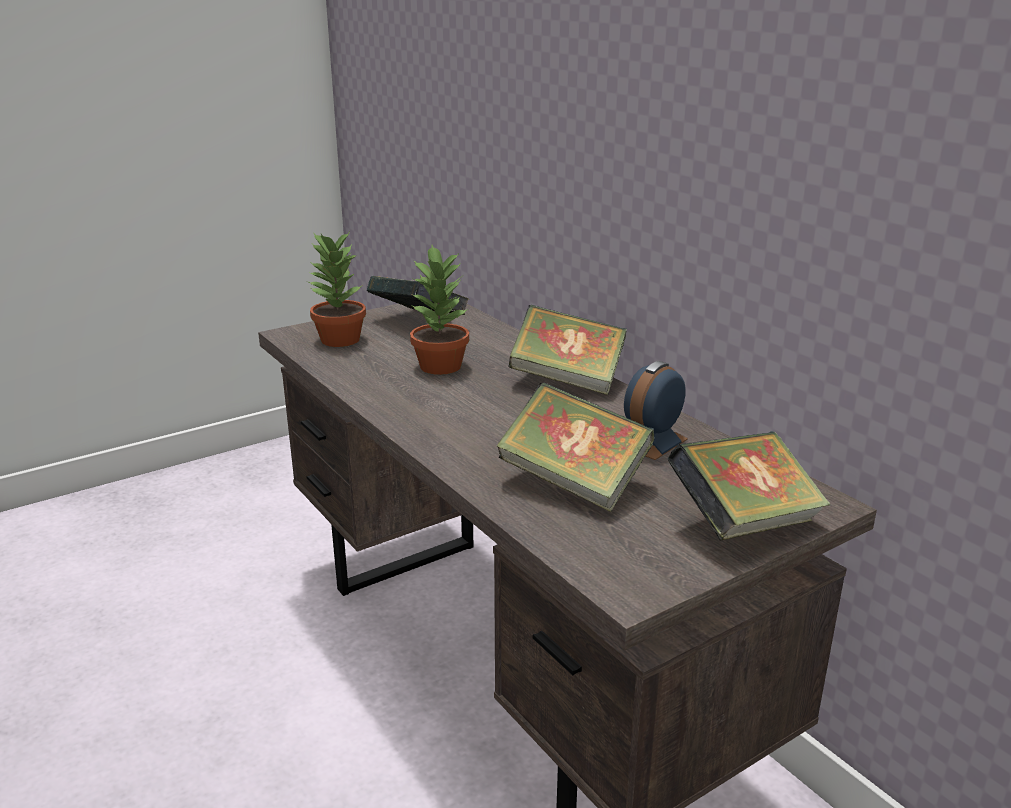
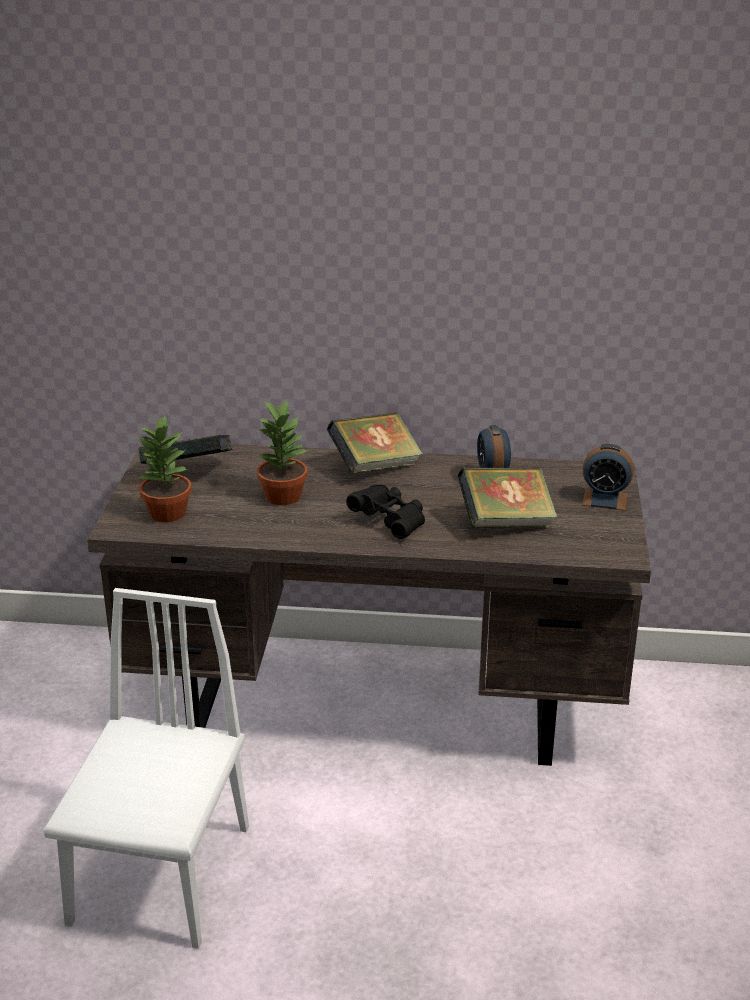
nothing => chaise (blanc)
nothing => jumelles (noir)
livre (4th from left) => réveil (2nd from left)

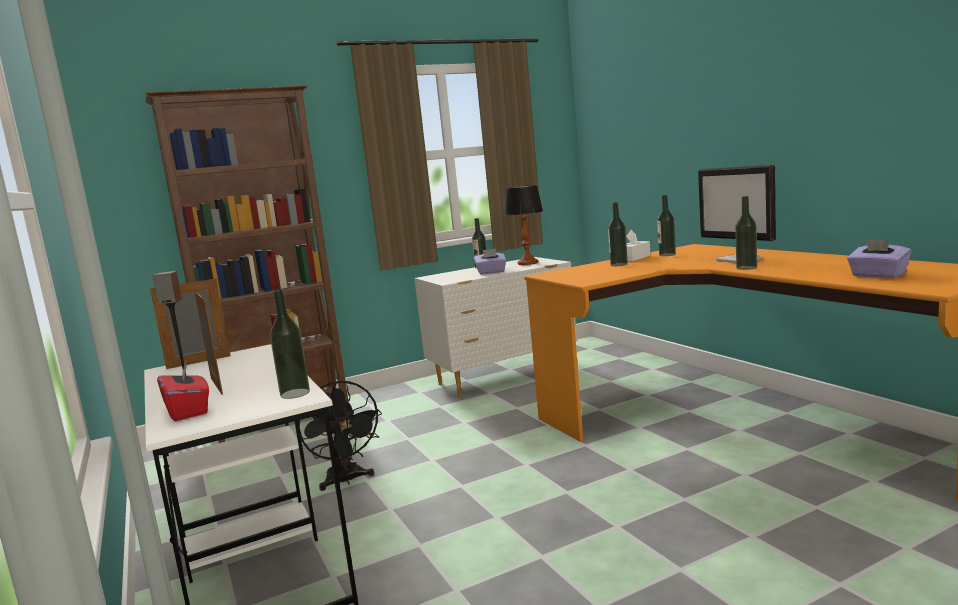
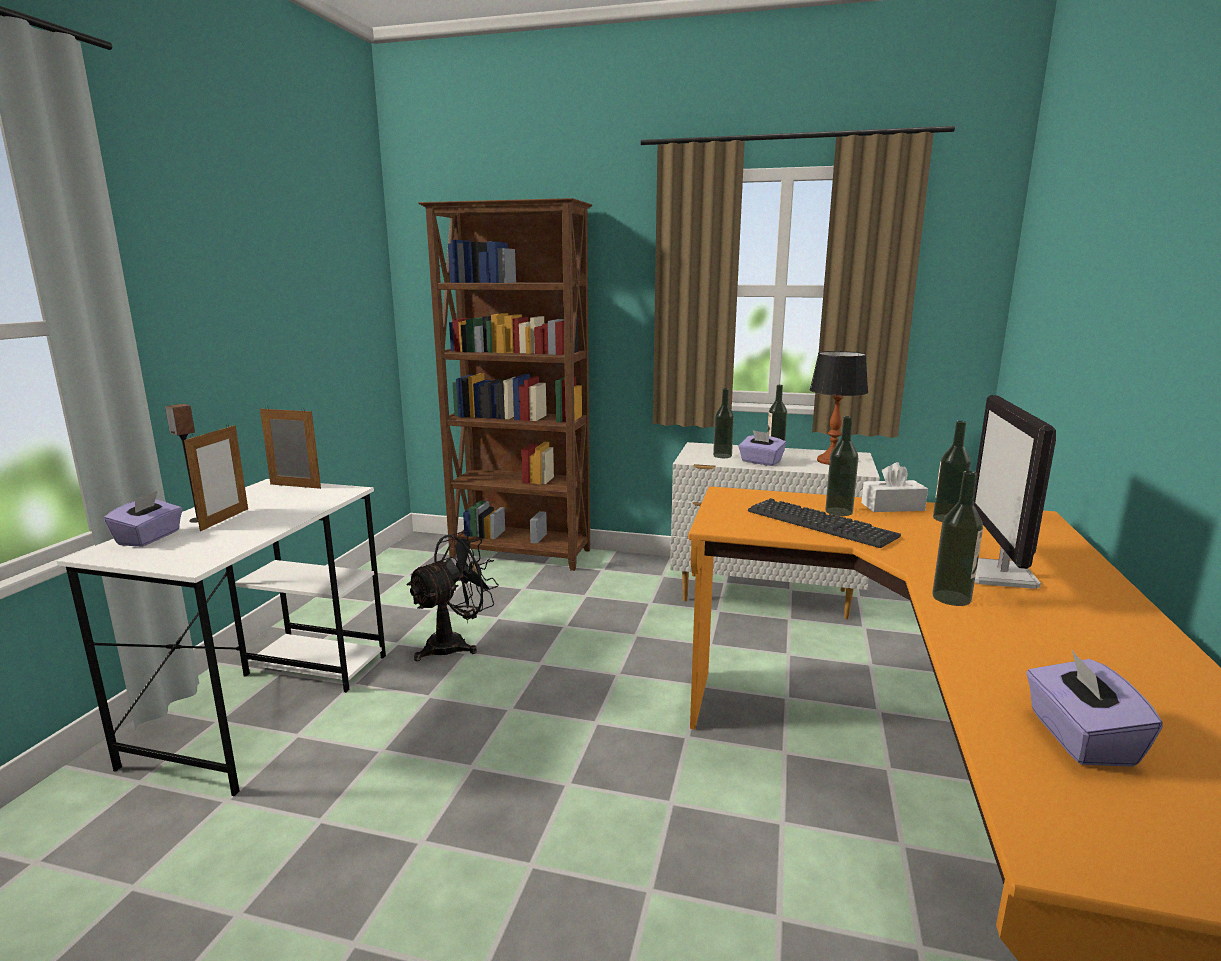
nothing => clavier
bouteille (1st from left), move
boîte à mouchoirs (rouge) => boîte à mouchoirs (violet) (1st from left)
ventilateur (noir), 150 degrees counterclockwise

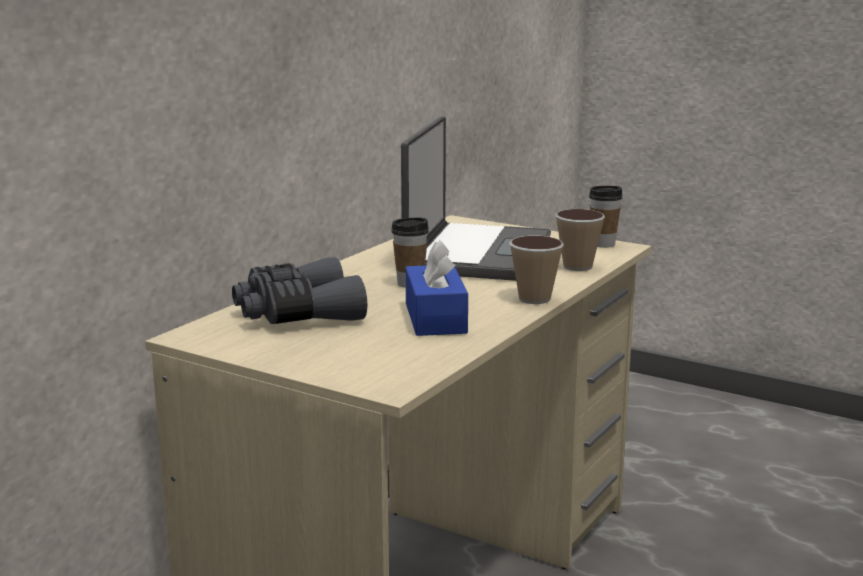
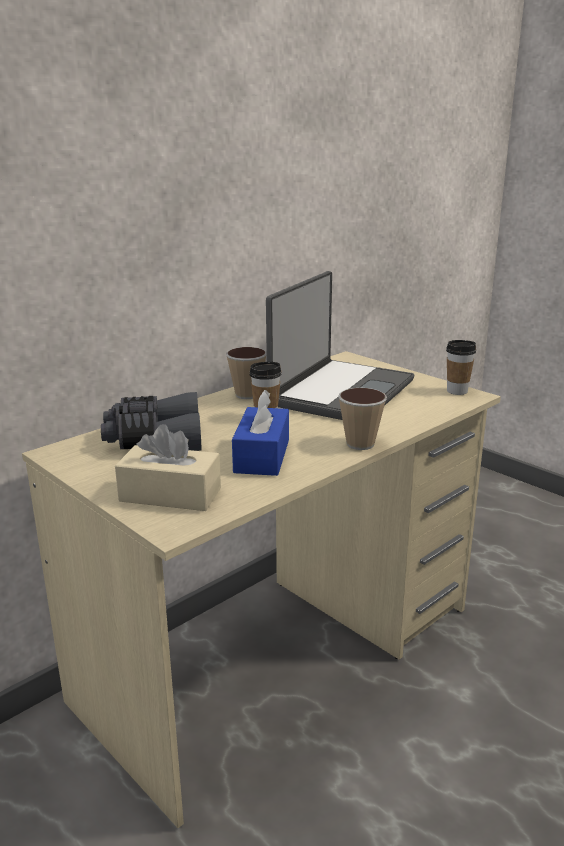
nothing => boîte à mouchoirs (beige)
tasse (3rd from left in the first image) => tasse (1st from left), move

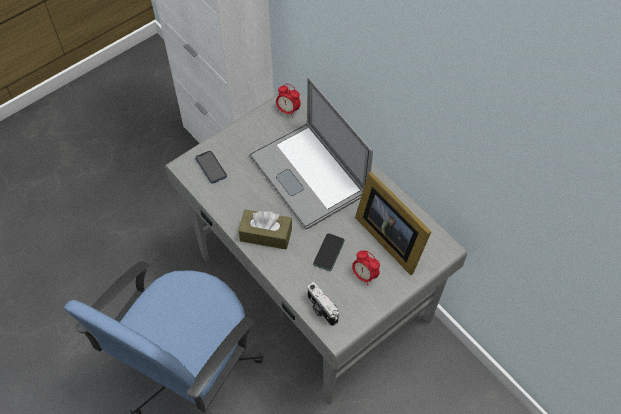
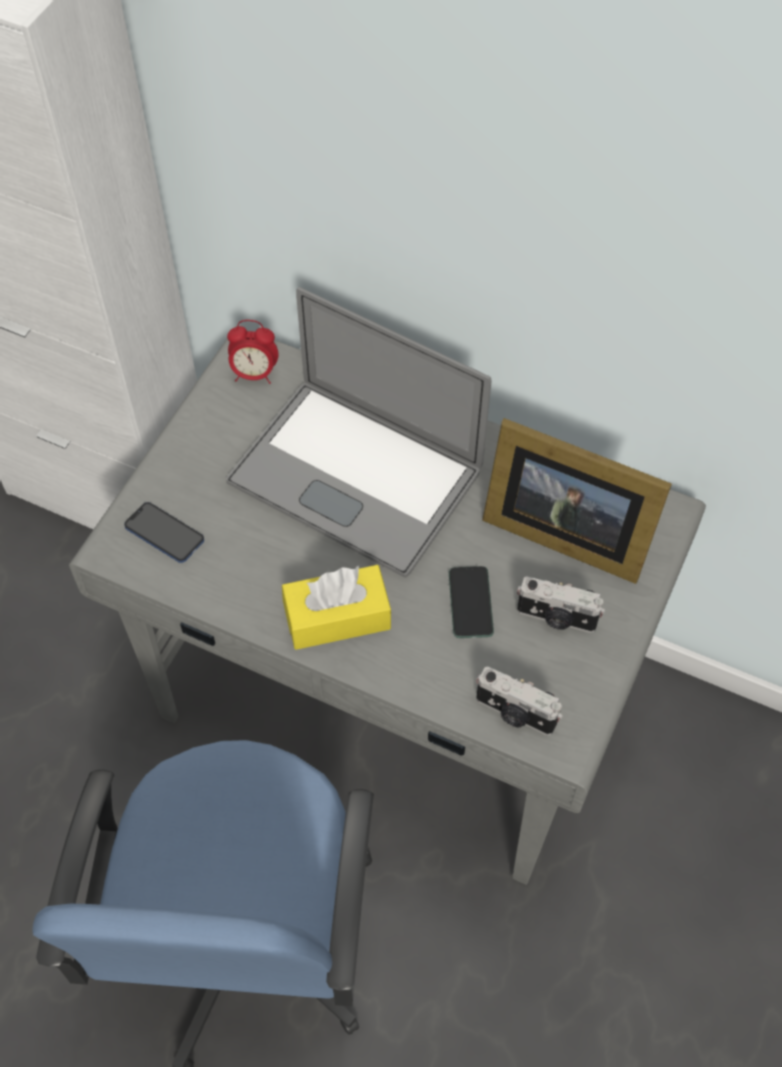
réveil (2nd from left) => appareil photo (2nd from left)
boîte à mouchoirs (marron) => boîte à mouchoirs (jaune)

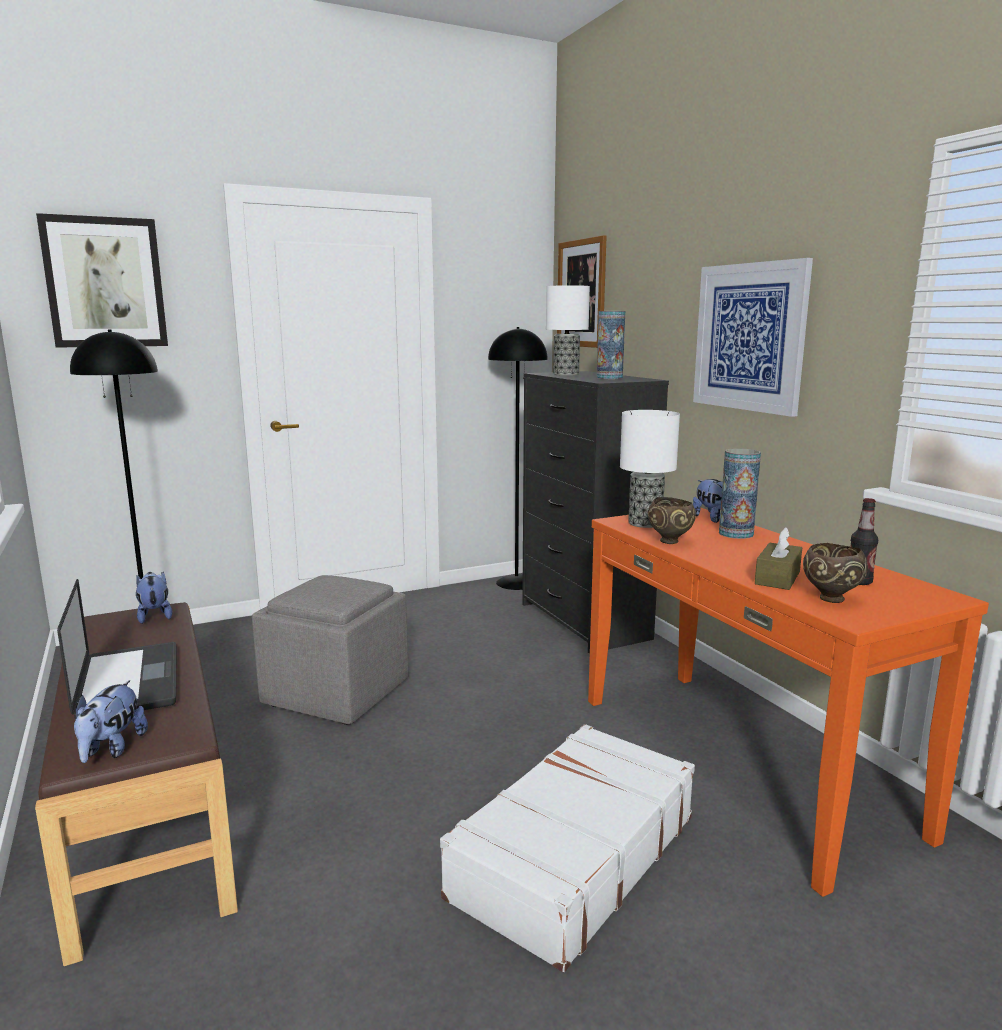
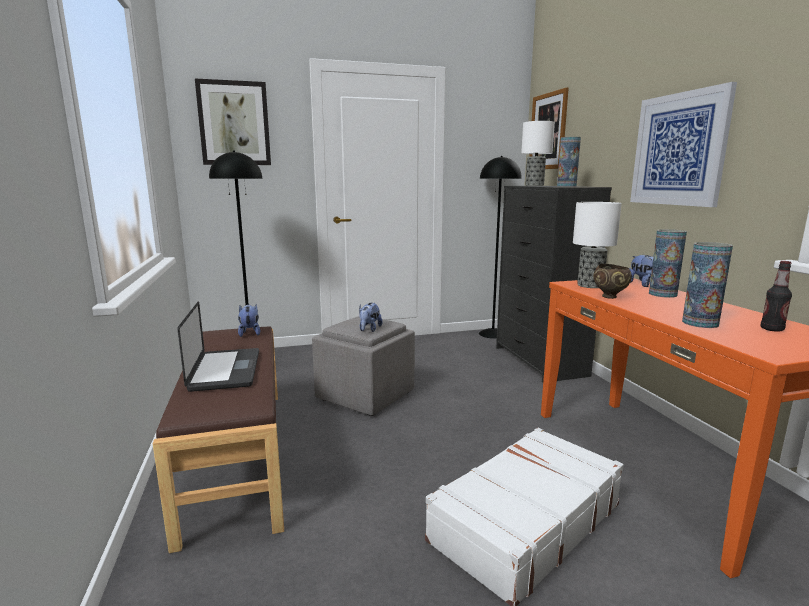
bol (marron) (2nd from left) => nothing
peluche (1st from left in the first image) => peluche (2nd from left), move
boîte à mouchoirs (marron) => vase (3rd from left)

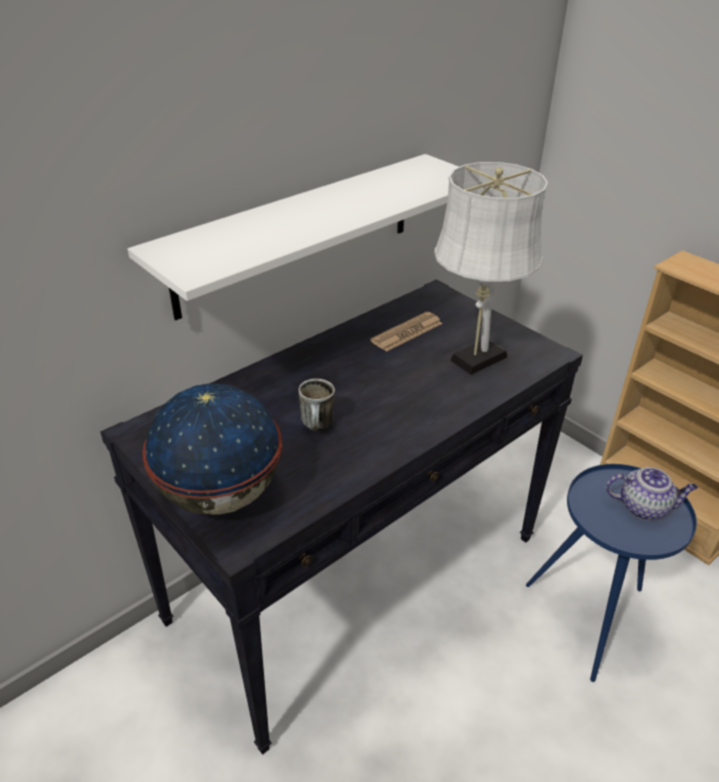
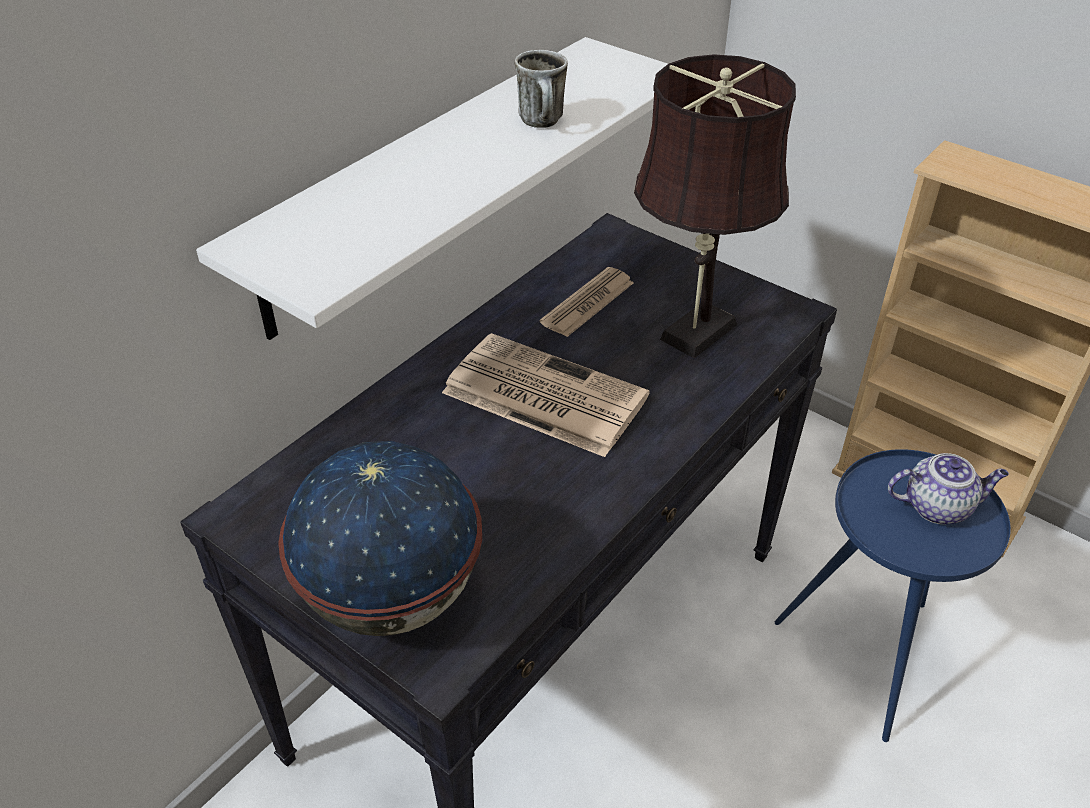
nothing => journal (1st from left)
mug, move
lampe de table (blanc) => lampe de table (marron)

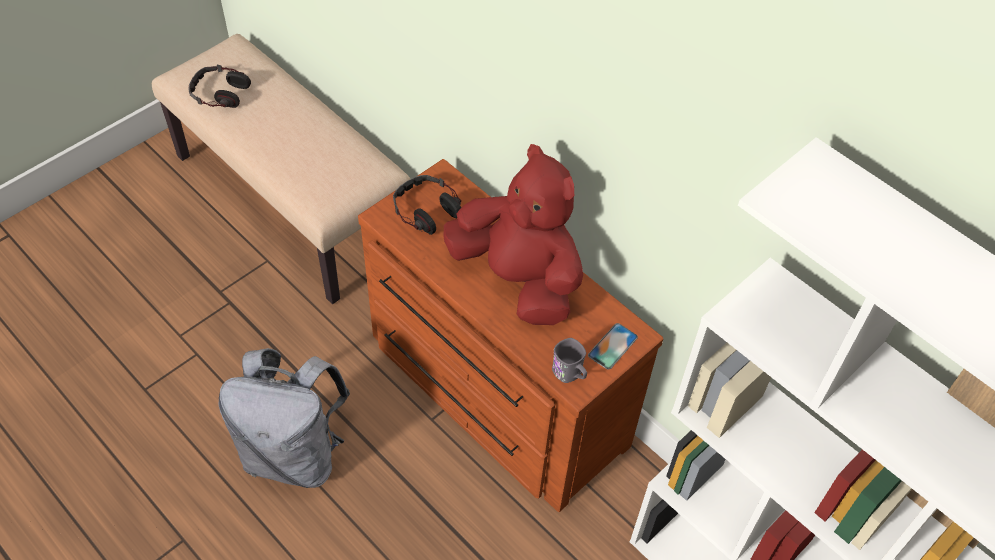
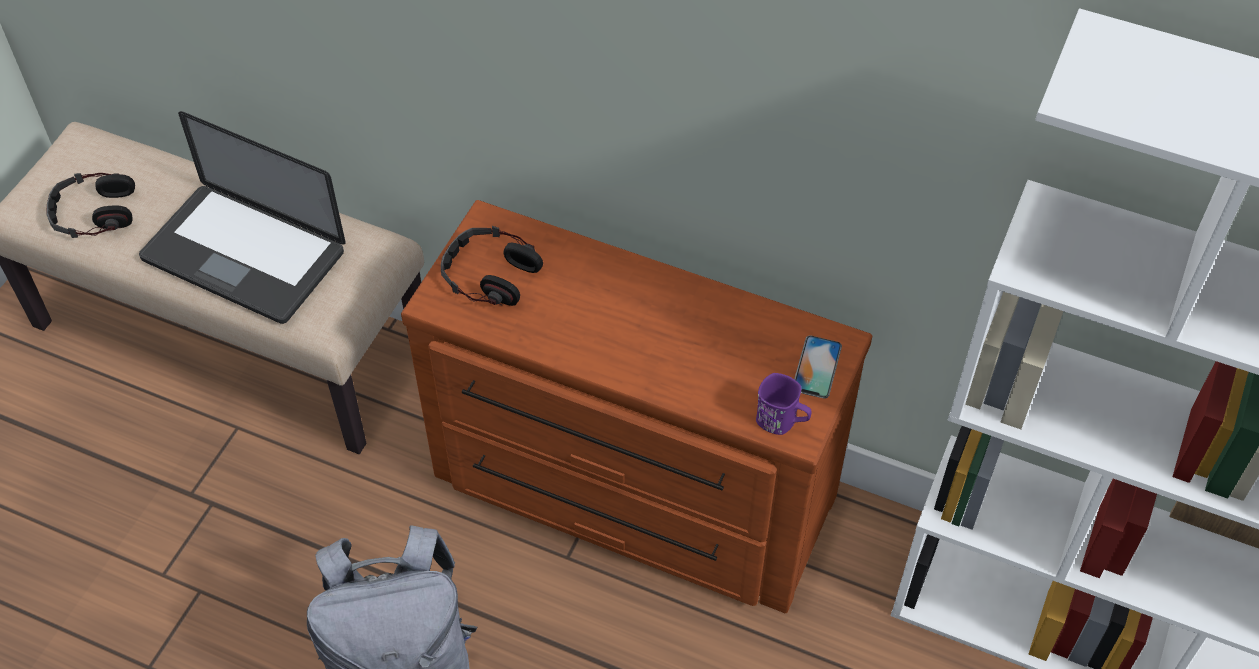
peluche (rouge) => nothing
nothing => ordinateur portable
mug (gris) => mug (violet)

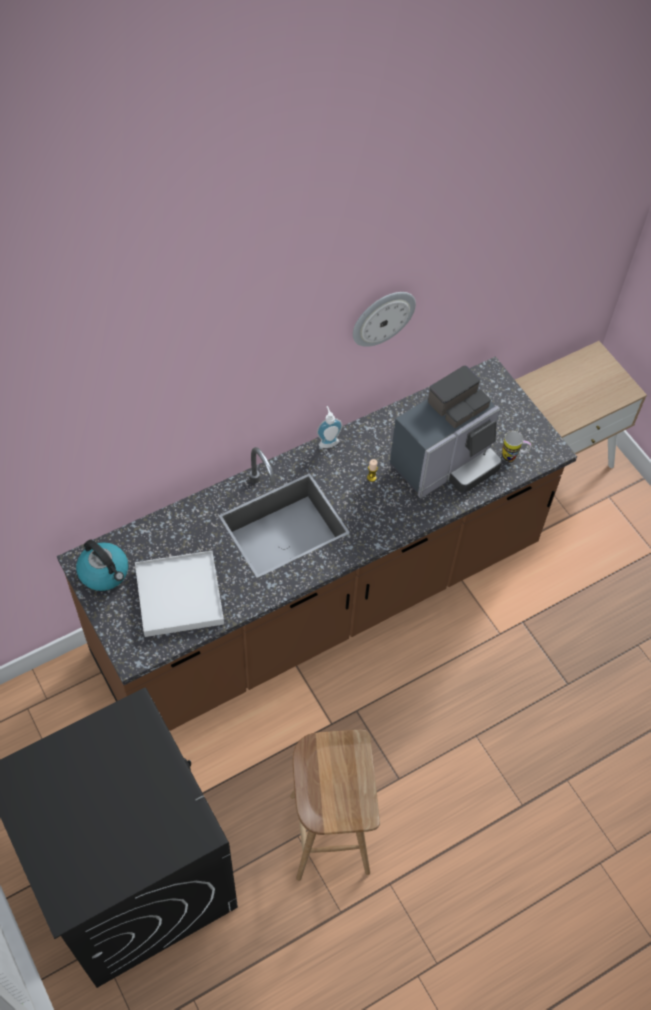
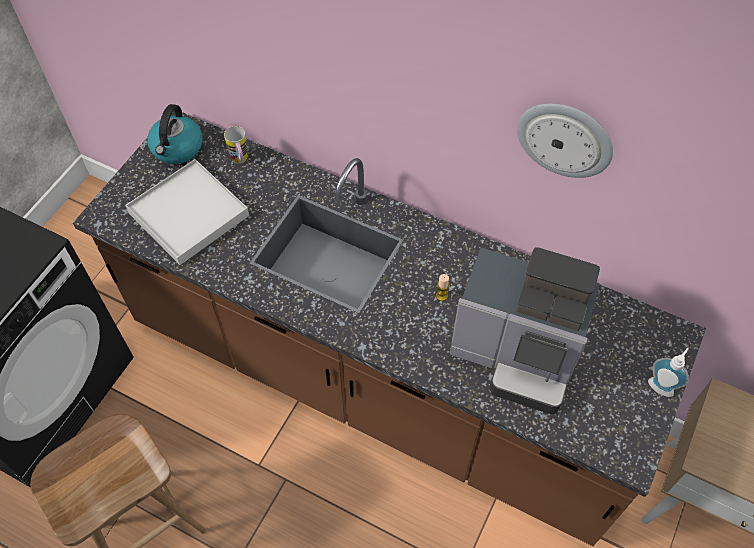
distributeur de savon, move
mug, move

